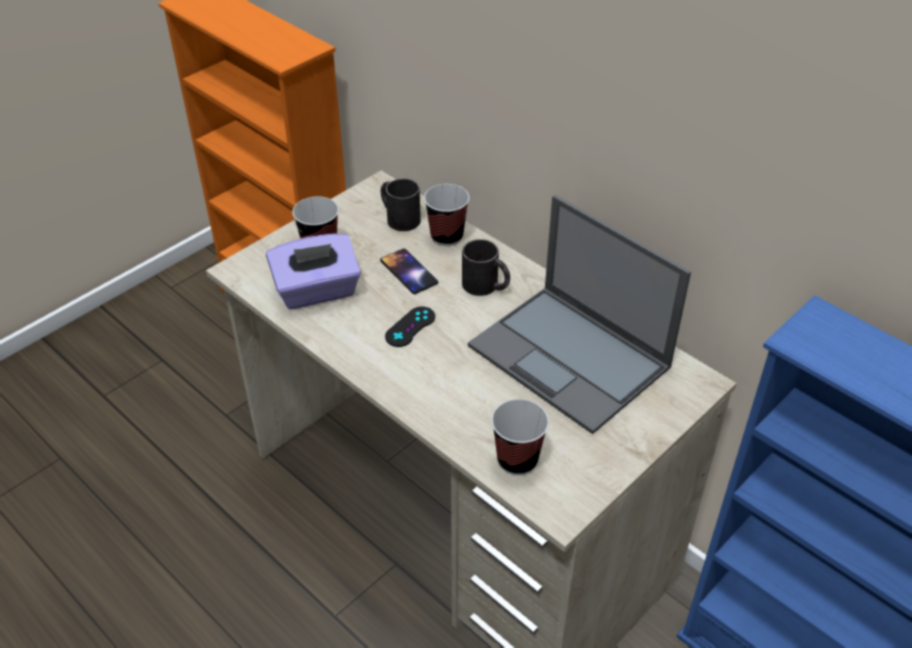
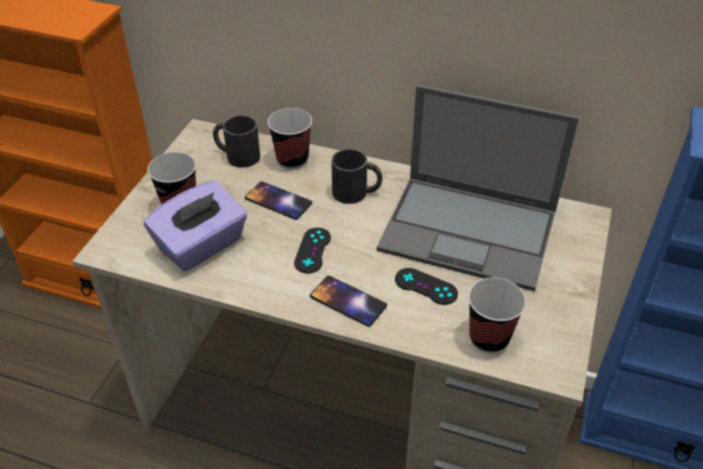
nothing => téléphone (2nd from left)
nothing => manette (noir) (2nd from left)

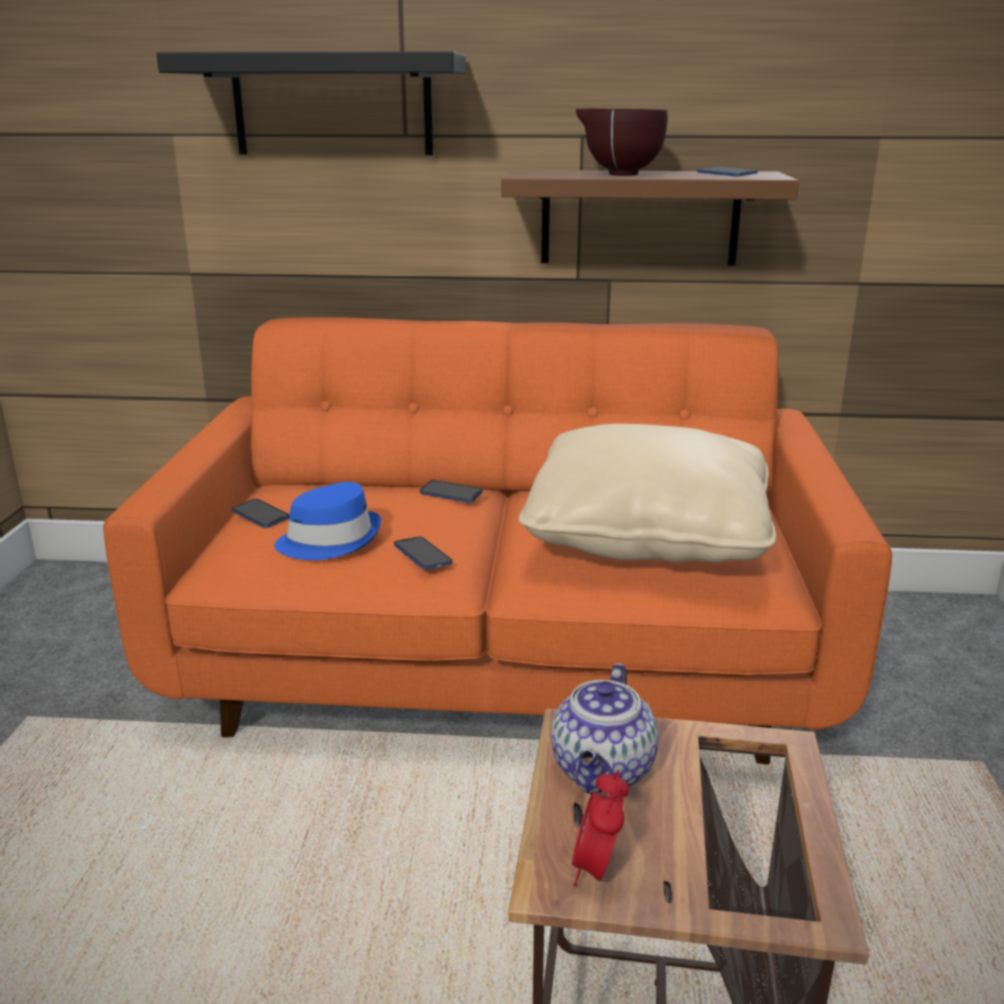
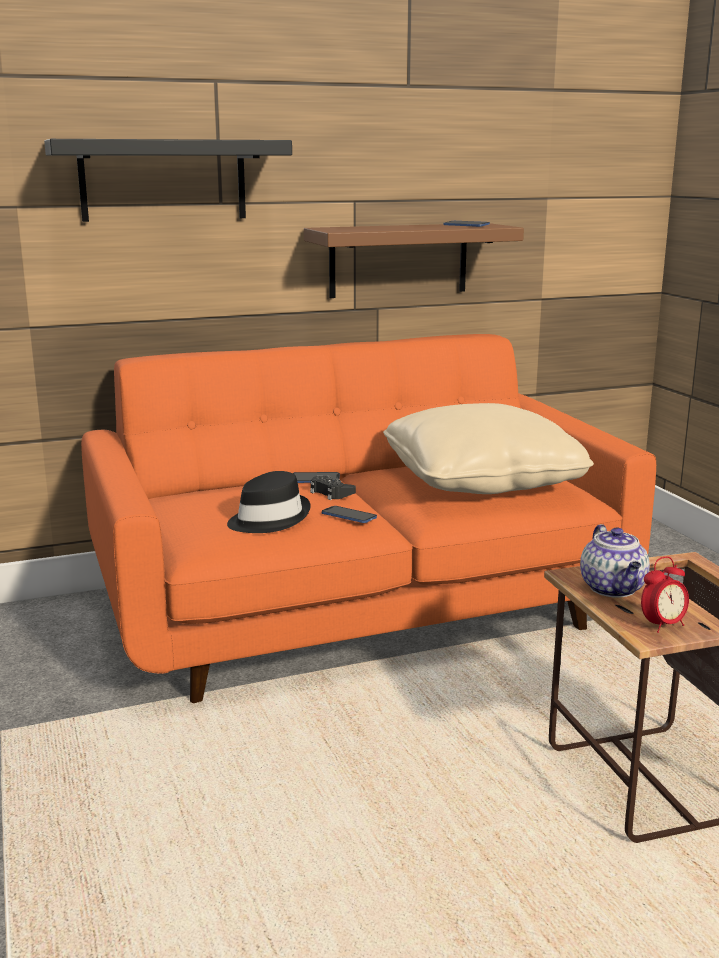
téléphone (1st from left) => nothing
bol (marron) => nothing
nothing => manette (noir)
chapeau (bleu) => chapeau (noir)
réveil, 105 degrees counterclockwise

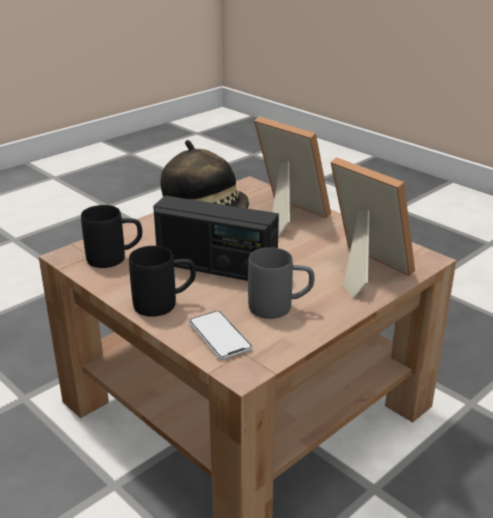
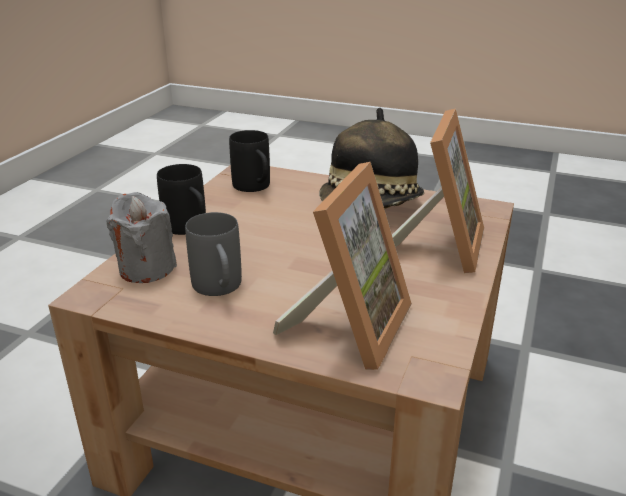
radio => nothing
téléphone => bougie (gris)

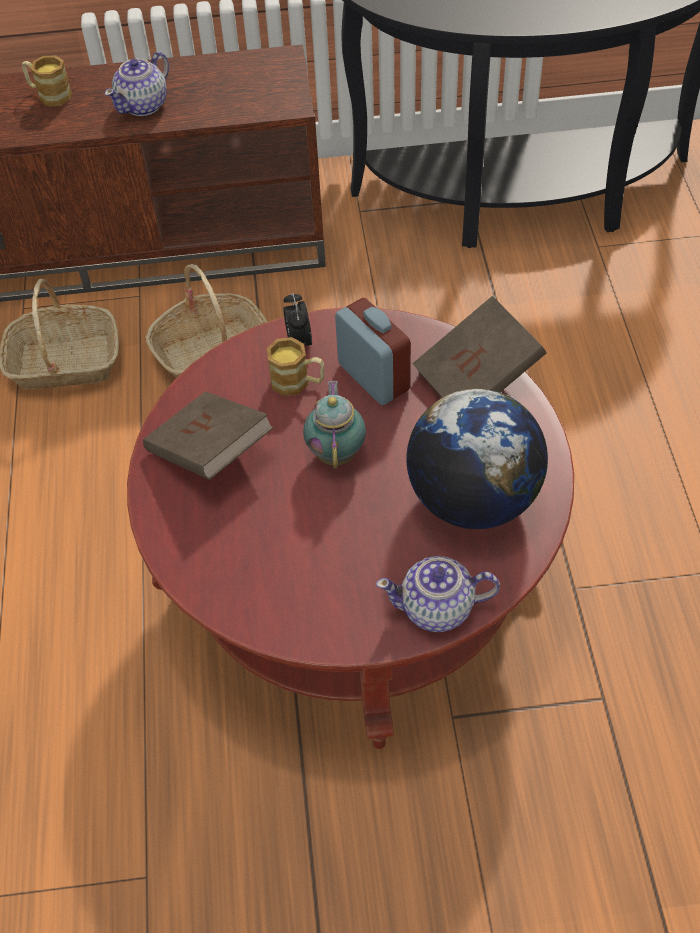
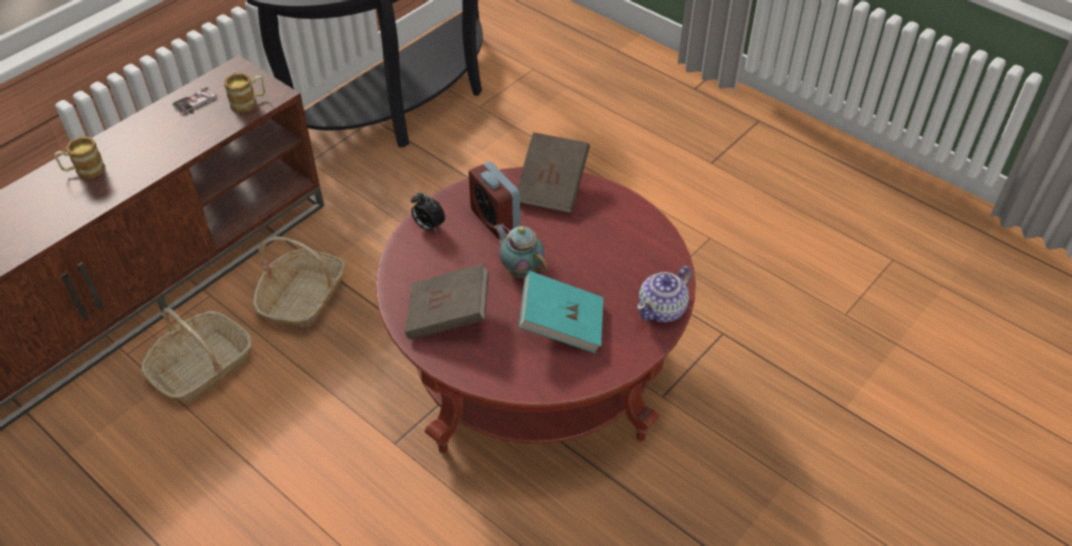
théière (1st from left) => nothing
globe => nothing
nothing => téléphone
nothing => livre (turquoise)
mug (2nd from left), move
réveil (2nd from left), 135 degrees counterclockwise

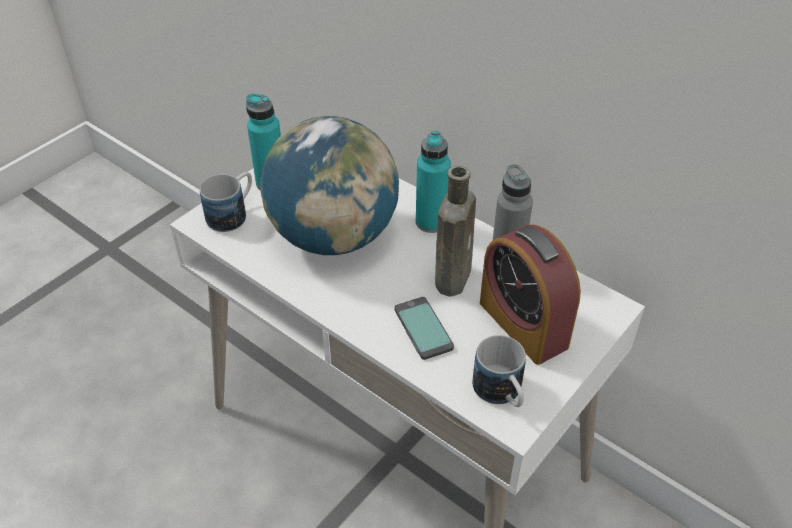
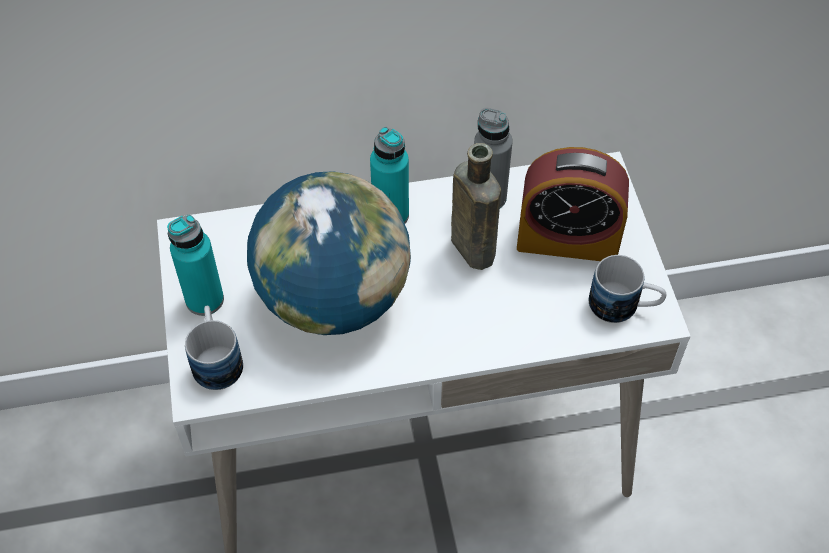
téléphone => nothing

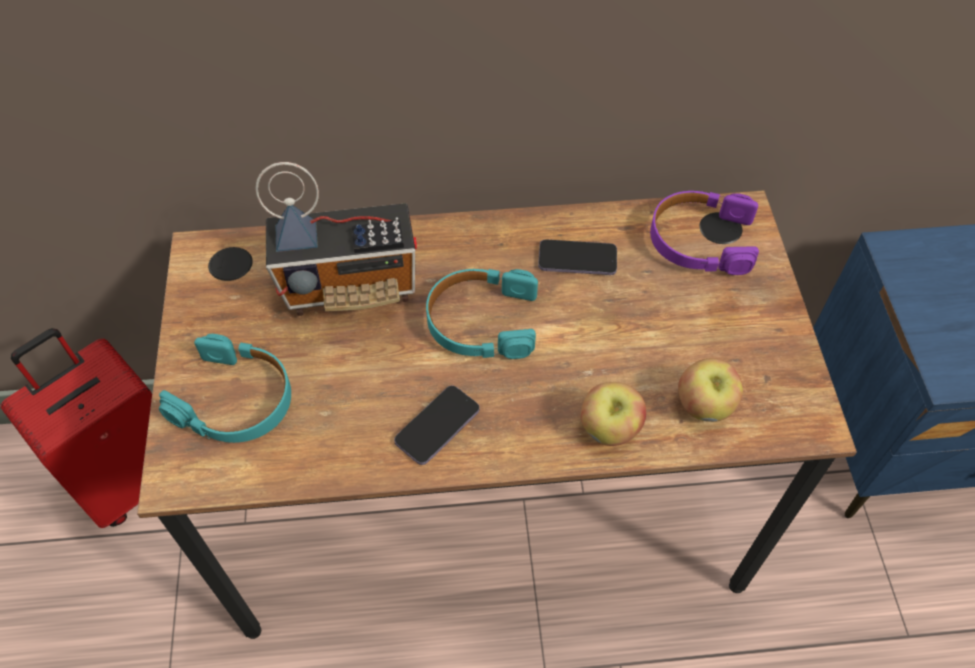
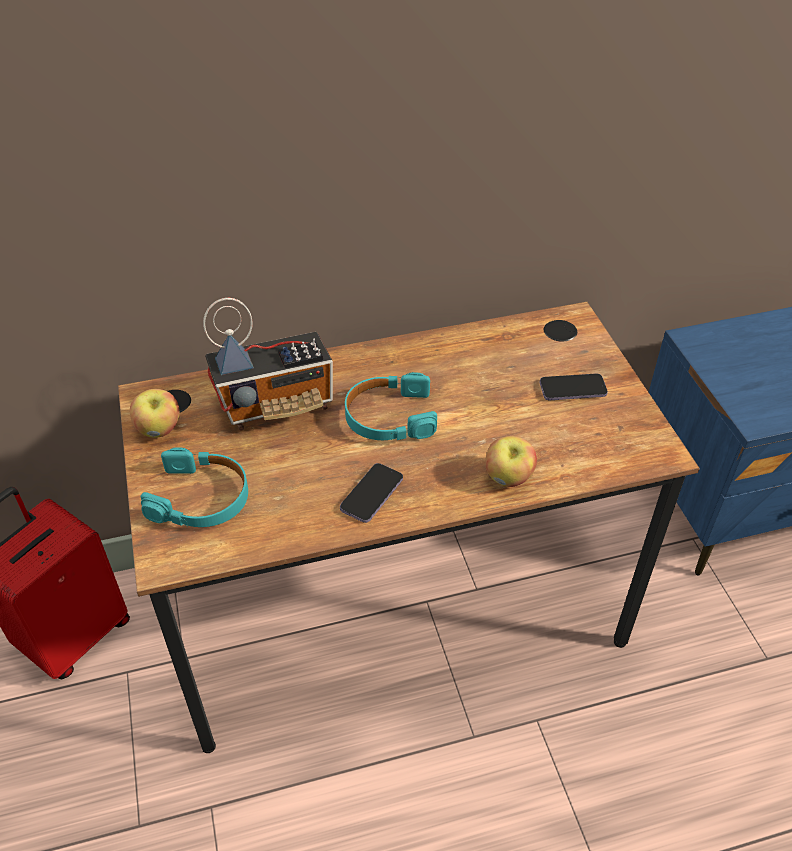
casque audio (violet) => nothing
téléphone (2nd from left), move
pomme (2nd from left in the first image) => pomme (1st from left), move

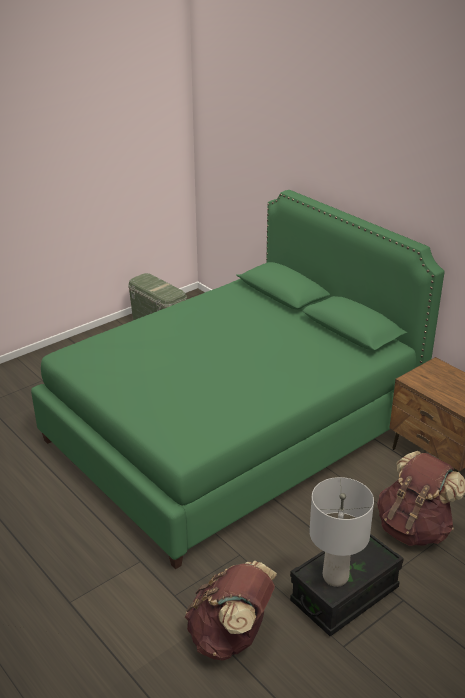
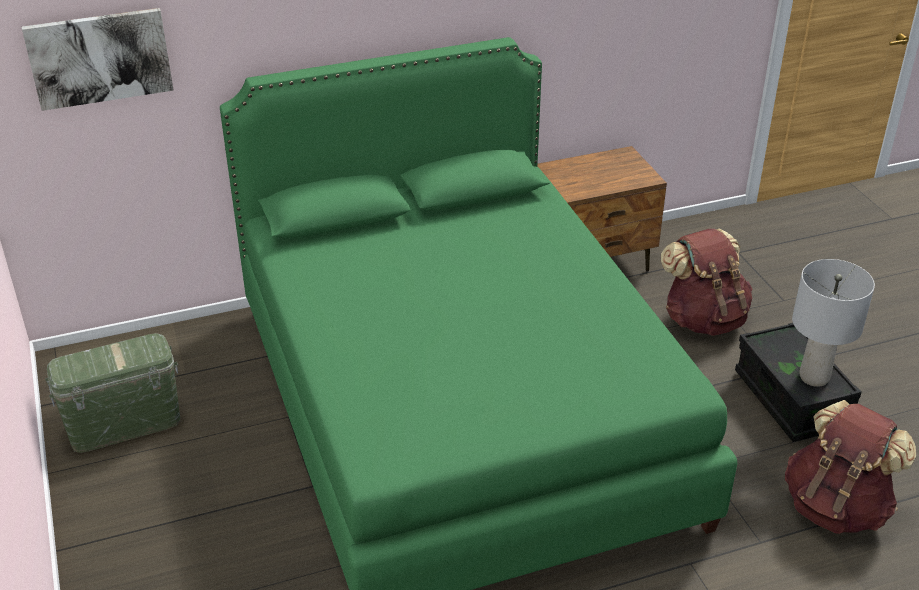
nothing => tableau

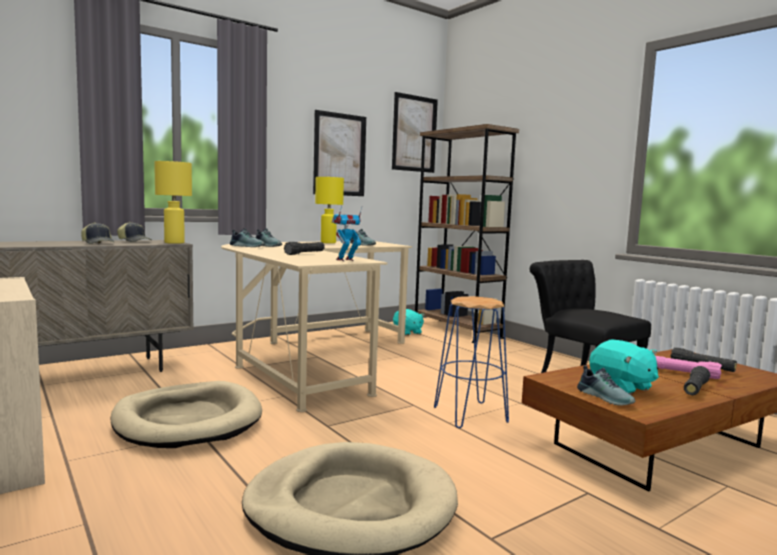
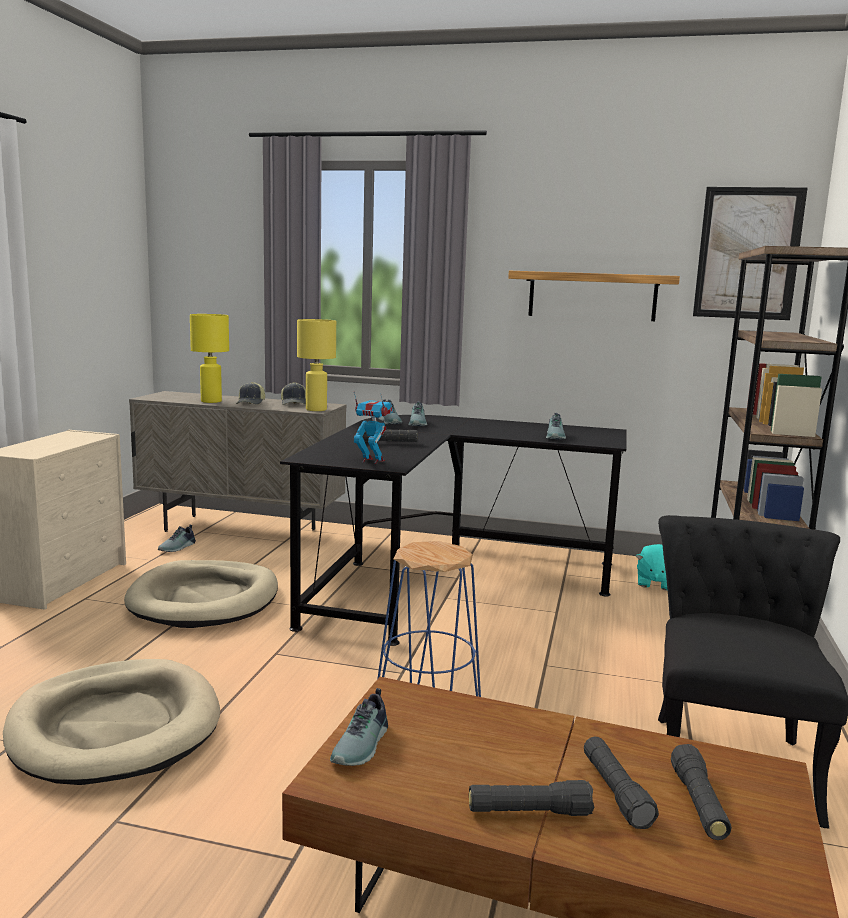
peluche (turquoise) (2nd from left) => nothing
nothing => chaussure (1st from left)
lampe de table (jaune) (2nd from left in the first image) => lampe de table (jaune) (1st from left), move
tableau (1st from left) => étagère
bureau (beige) => bureau (noir)
lampe de poche (rose) => lampe de poche (noir) (3rd from left)

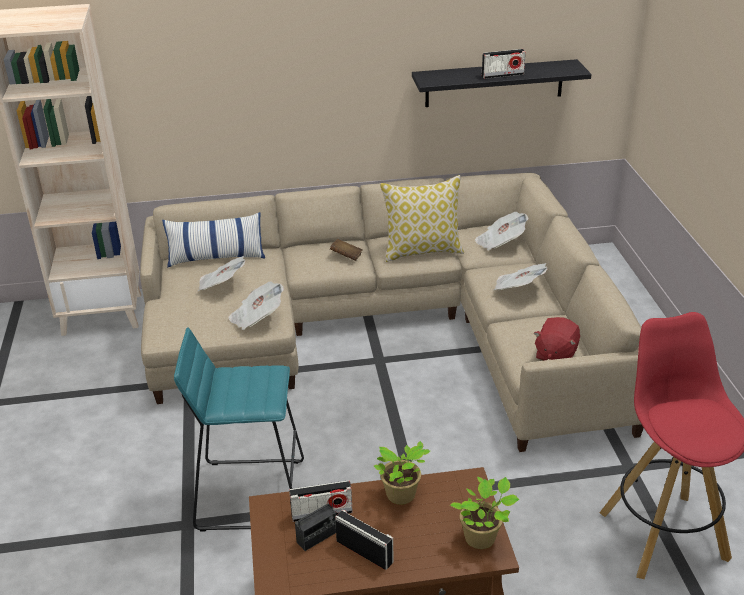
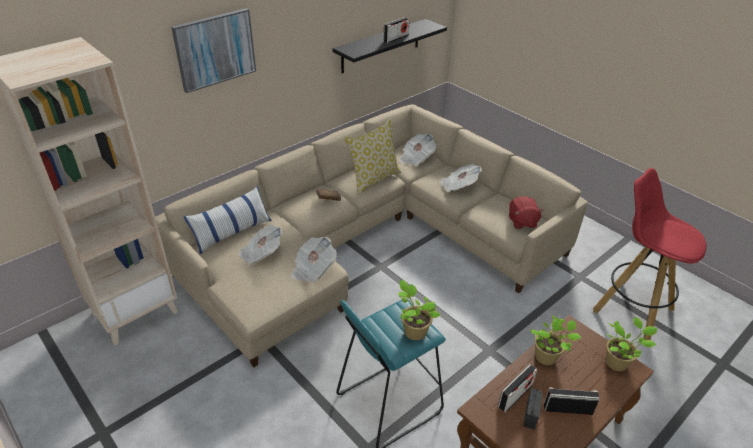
nothing => tableau
nothing => plante en pot (1st from left)

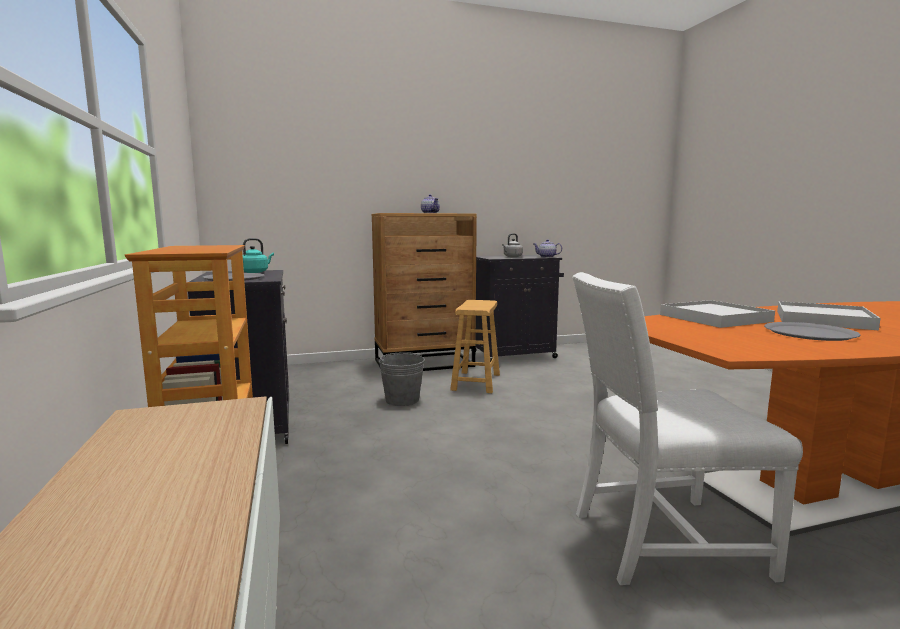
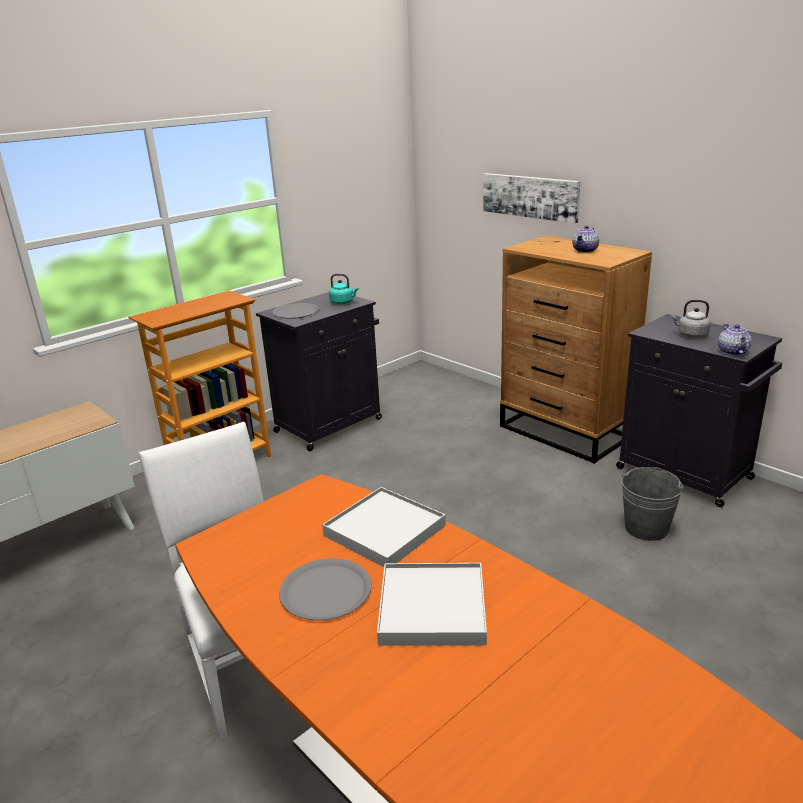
tabouret (marron) => nothing
nothing => tableau
seau (gris), move

